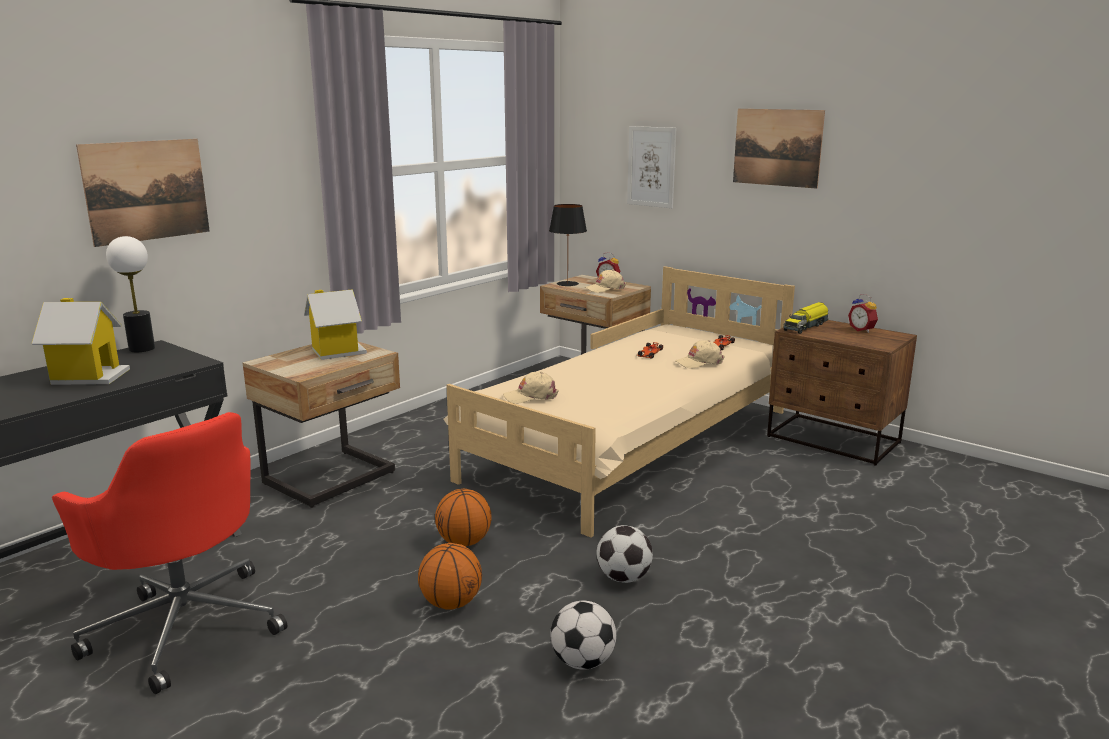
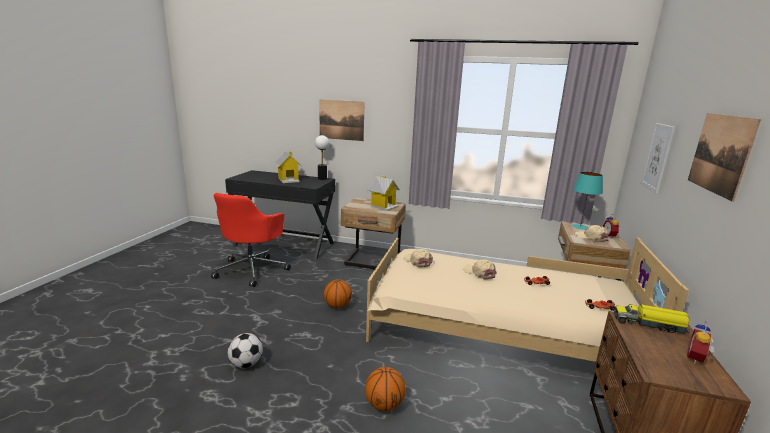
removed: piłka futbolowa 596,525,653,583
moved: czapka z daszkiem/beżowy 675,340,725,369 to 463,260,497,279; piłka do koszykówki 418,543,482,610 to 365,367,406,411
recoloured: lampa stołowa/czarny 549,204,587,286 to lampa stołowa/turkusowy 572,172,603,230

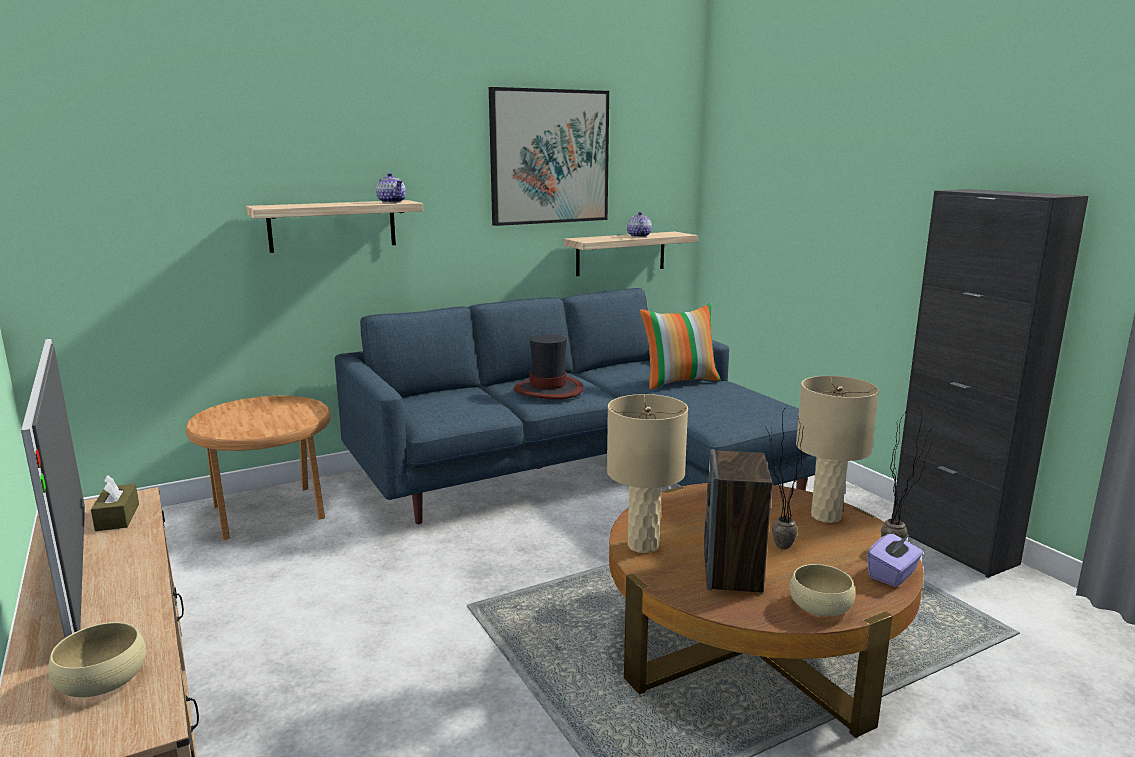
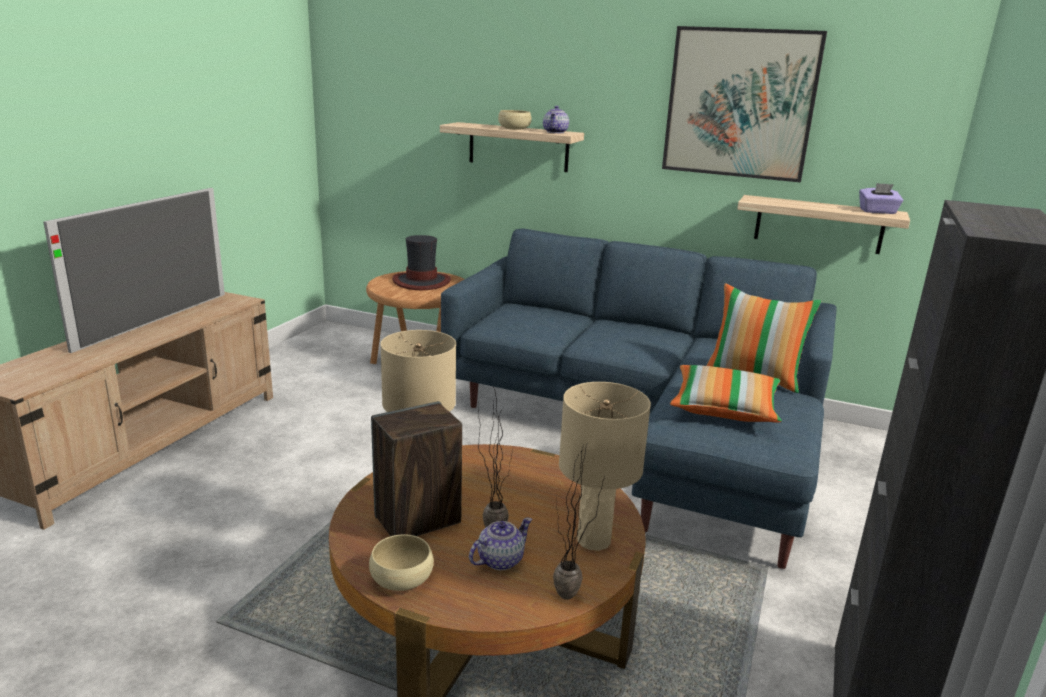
removed: pudełko chusteczek/brązowy 91,475,139,531
added: poduszka 670,365,782,423
moved: imbryk 627,212,652,237 to 469,517,532,570; kapelusz 514,334,584,399 to 392,235,451,290; pudełko chusteczek/fioletowy 867,534,923,587 to 859,183,903,214; miska/beżowy 48,622,146,697 to 498,110,532,130

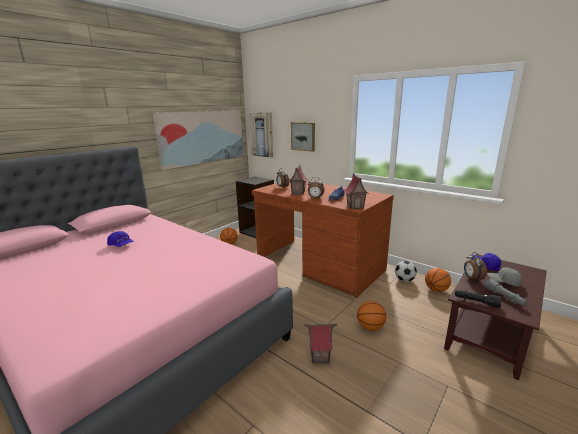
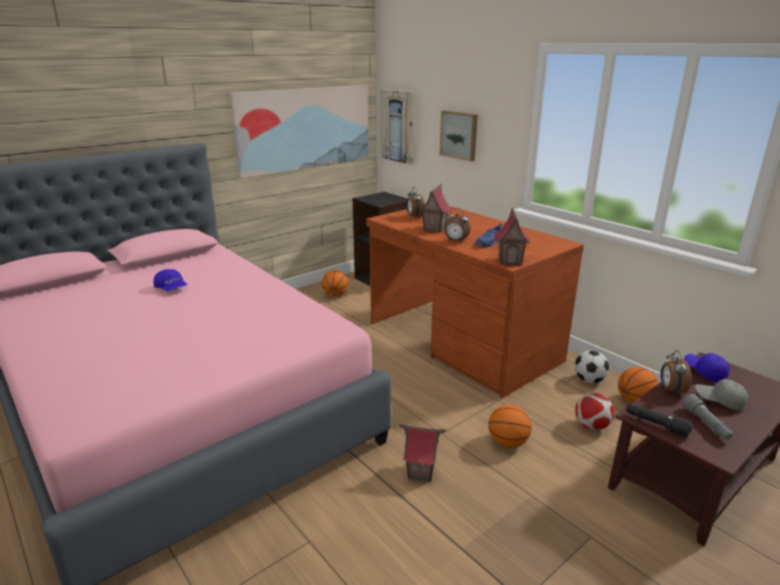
added: piłka futbolowa 575,393,614,430

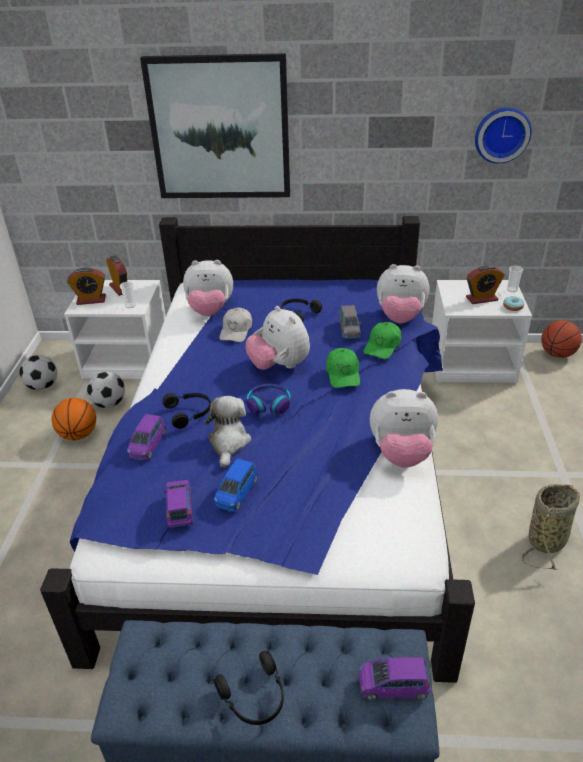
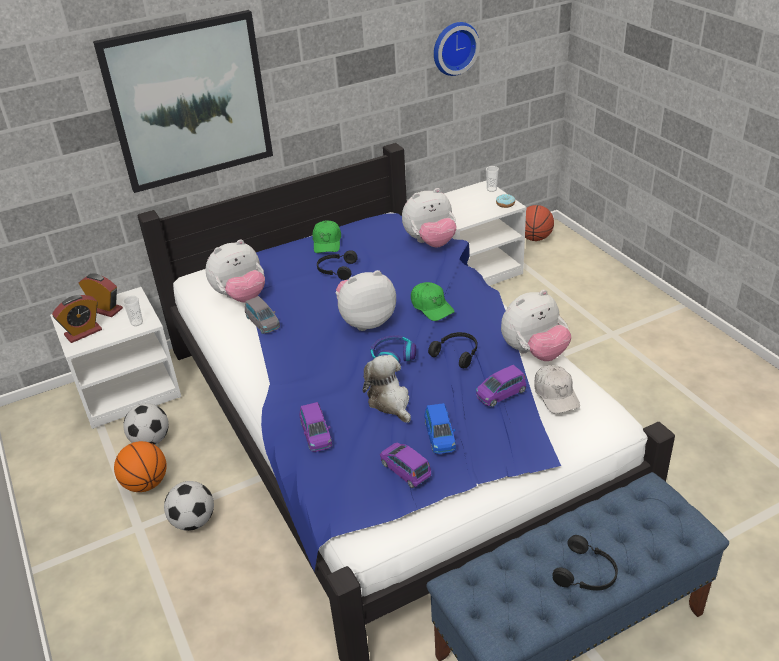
removed: budzik 466,265,505,304; koszyk 522,484,580,570
moved: samochodzik/szary 339,305,361,339 to 245,296,280,334; czapka z daszkiem/biały 219,308,252,342 to 534,365,580,414; czapka z daszkiem/zielony 363,322,401,359 to 312,220,341,253; piłka futbolowa 20,355,57,390 to 164,481,214,531; słuchawki/czarny 163,393,211,429 to 428,332,477,368; samochodzik/fioletowy 359,657,430,700 to 476,365,526,407
turned: pluszak 246,306,310,370 = 336,270,396,331 135 degrees clockwise

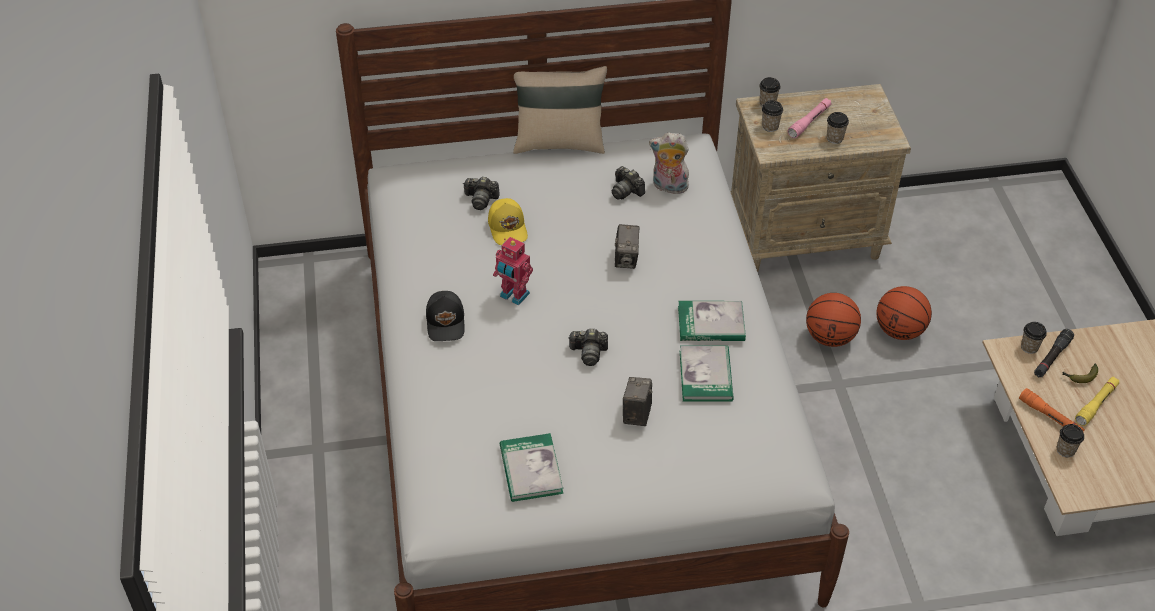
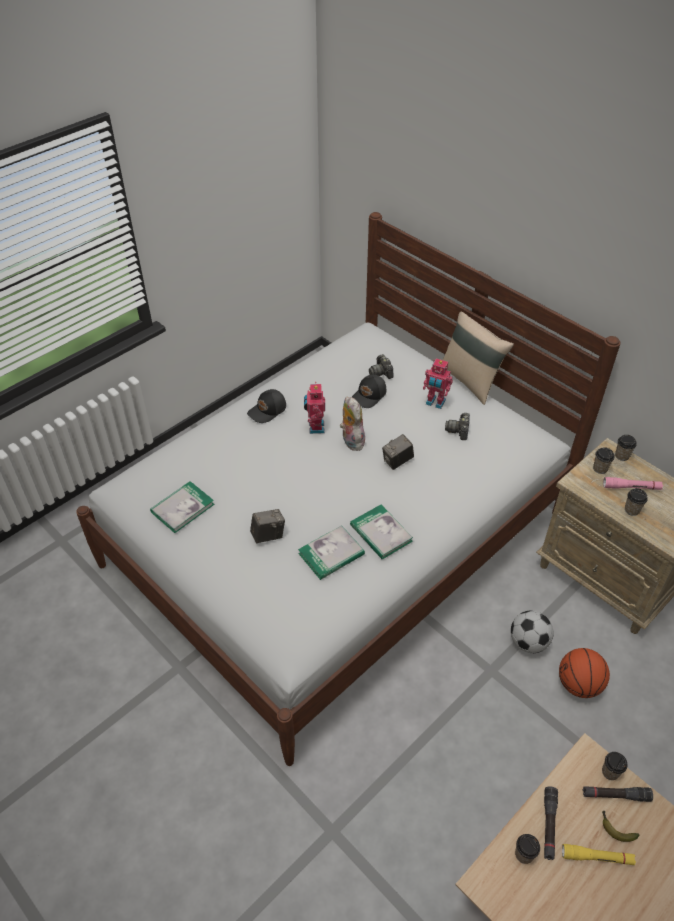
removed: aparat fotograficzny 568,329,608,366
added: robot zabawkowy 423,358,453,409
moved: pluszak 649,133,691,194 to 340,396,365,451
replaced: piłka do koszykówki 806,293,861,347 to piłka futbolowa 511,611,553,653
recoloured: czapka z daszkiem/żółty 488,198,528,245 to czapka z daszkiem/czarny 352,374,386,408; latarka/pomarańczowy 1019,388,1085,431 to latarka/czarny 544,787,558,860

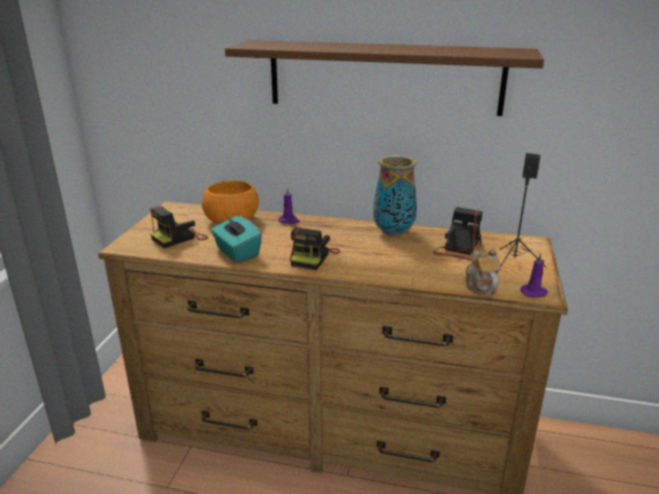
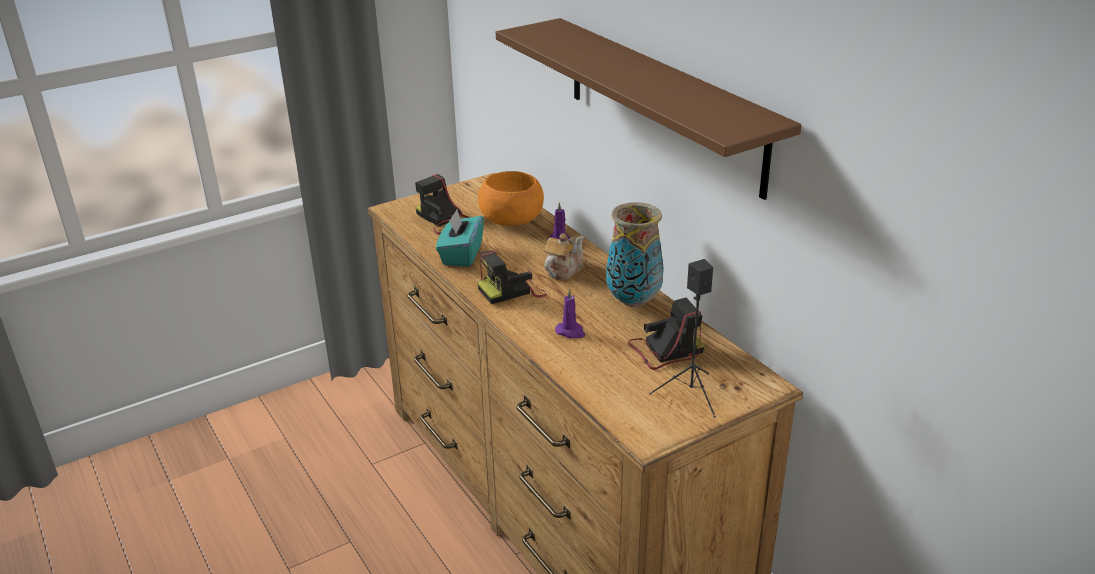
moved: imbryk 465,248,502,295 to 544,233,584,280; świeca/fioletowy 520,253,548,298 to 555,288,585,338
turned: aparat fotograficzny 150,206,208,248 = 415,174,470,234 45 degrees clockwise

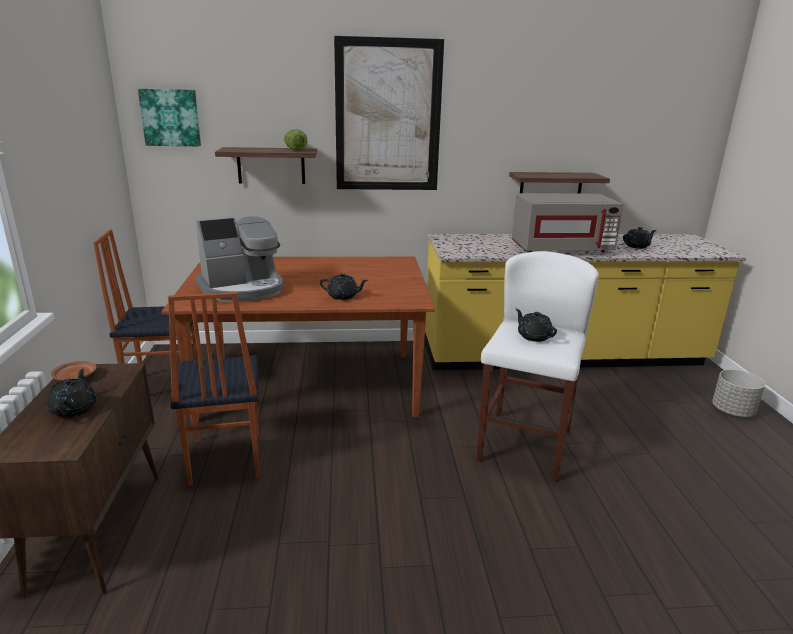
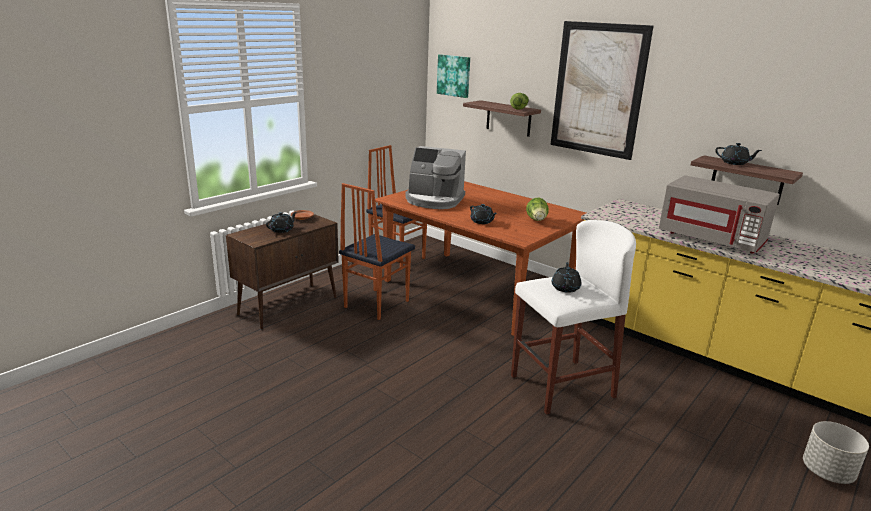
added: sałata 526,198,549,221
moved: imbryk/czarny 623,227,656,249 to 715,143,762,165

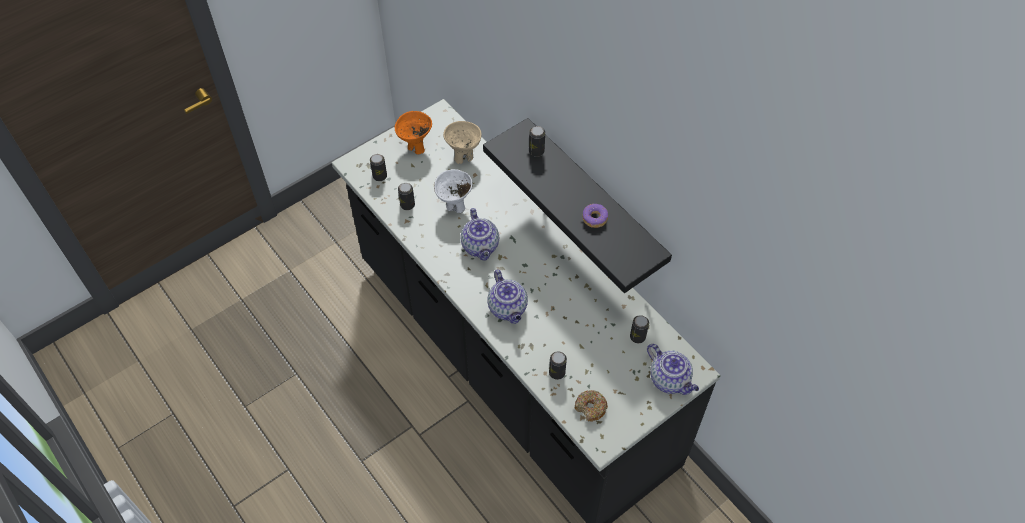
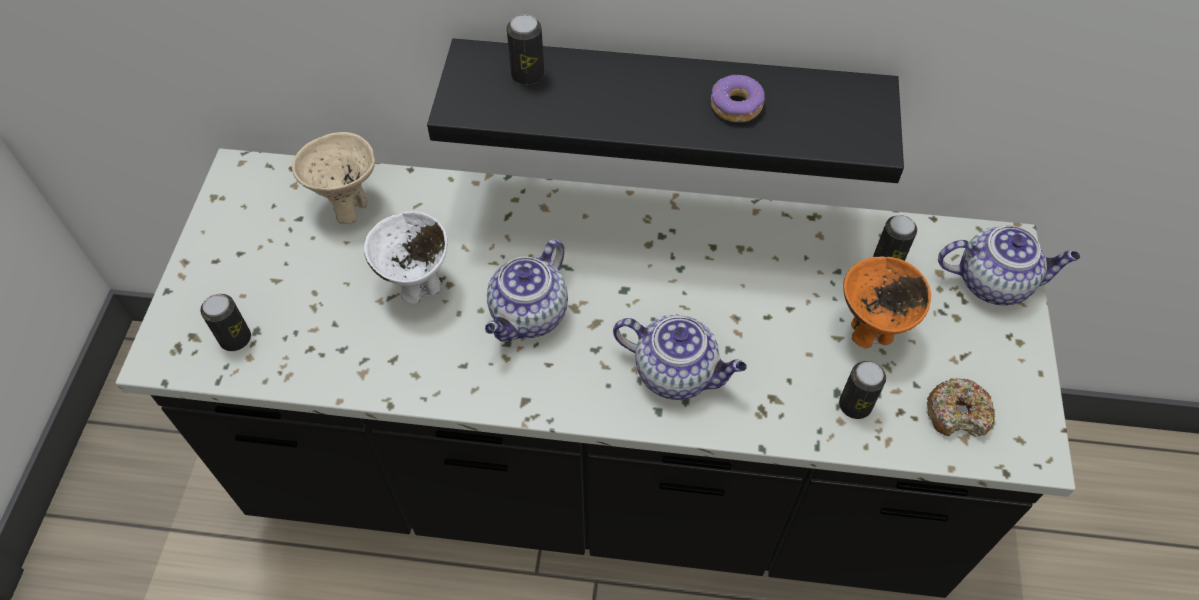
removed: puszka 398,183,415,210
moved: miska/pomarańczowy 395,111,432,155 to 843,257,931,349
turned: imbryk 460,208,499,261 = 485,239,568,342 90 degrees clockwise

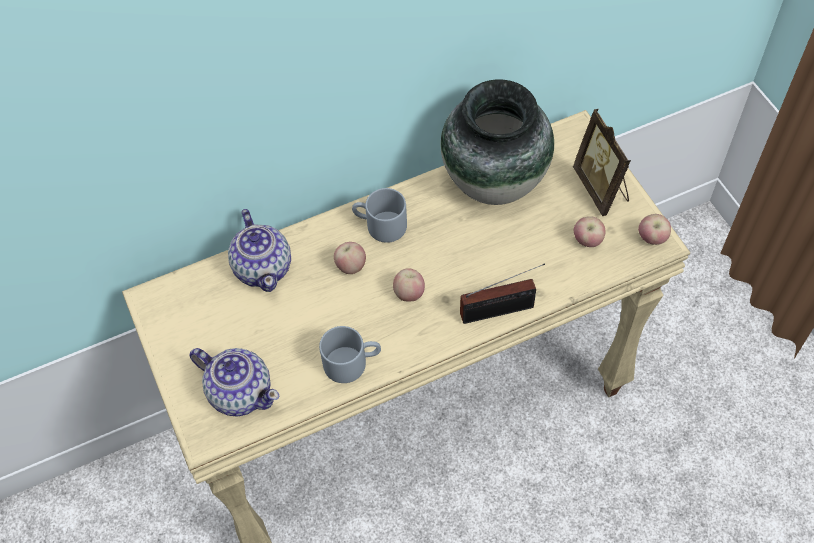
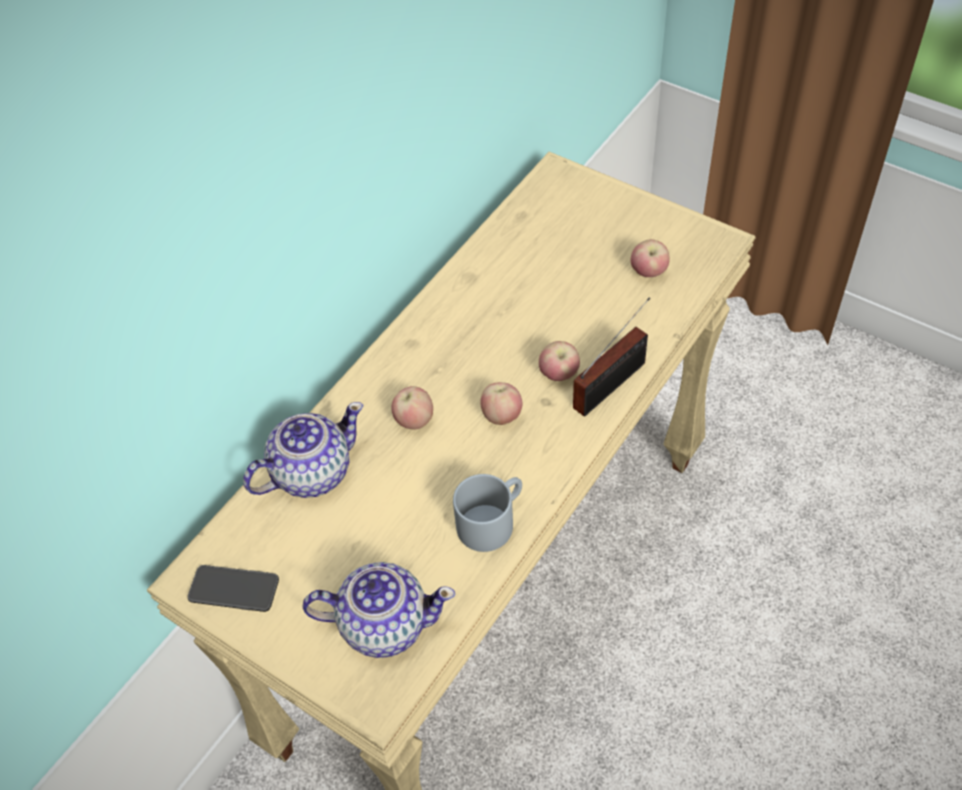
removed: wazon 440,79,554,205; ramka na zdjęcie 573,109,631,216; kubek/szary 352,188,407,243
added: telefon 188,565,279,612
moved: jabłko 638,214,671,245 to 539,341,580,381
turned: imbryk 228,209,291,292 = 243,402,363,498 75 degrees counterclockwise

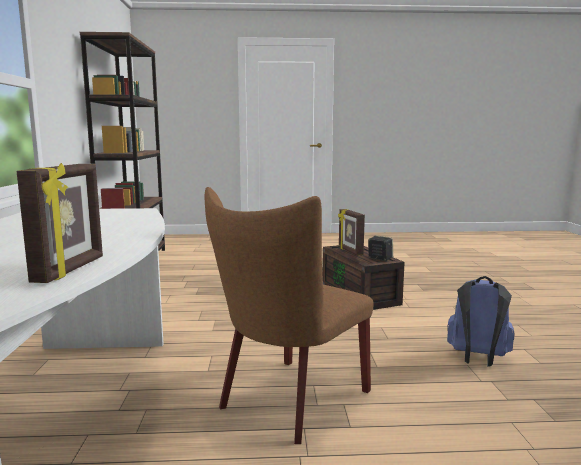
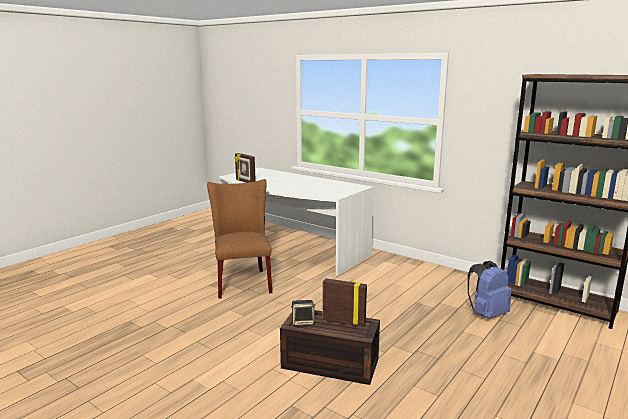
moved: plecak/niebieski 447,276,515,367 to 468,261,512,319

